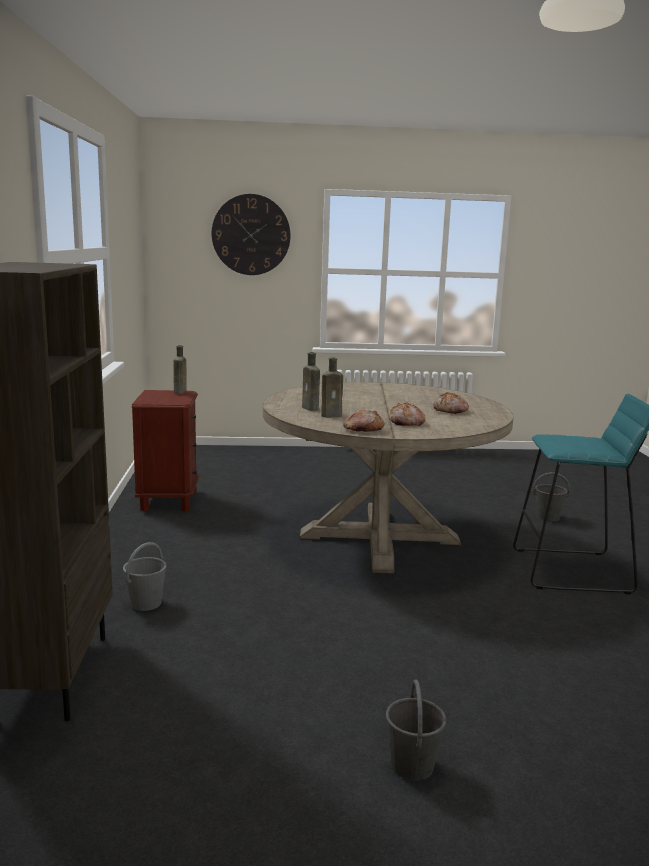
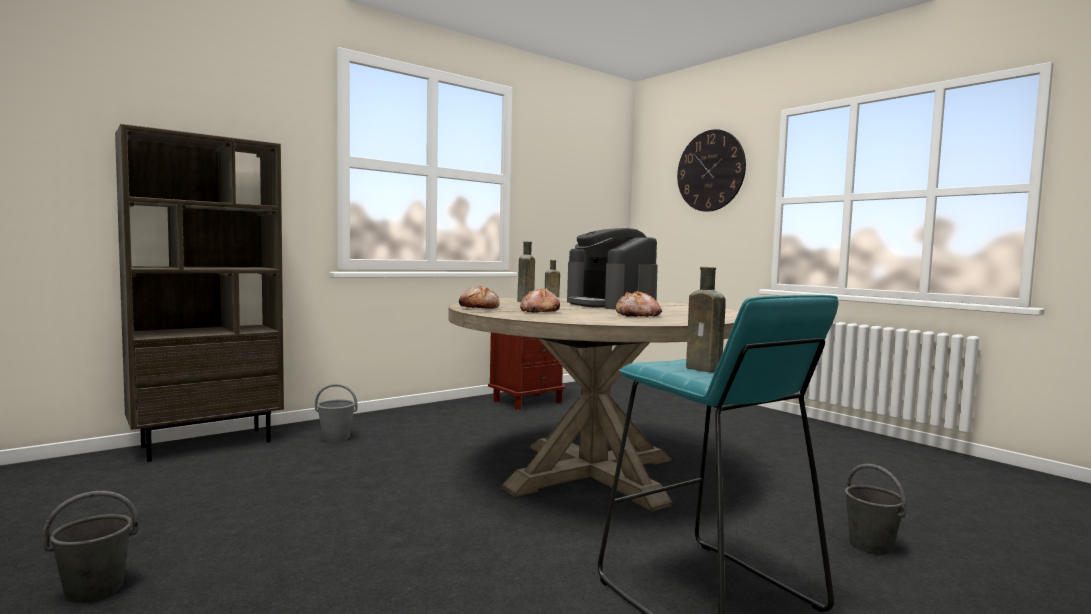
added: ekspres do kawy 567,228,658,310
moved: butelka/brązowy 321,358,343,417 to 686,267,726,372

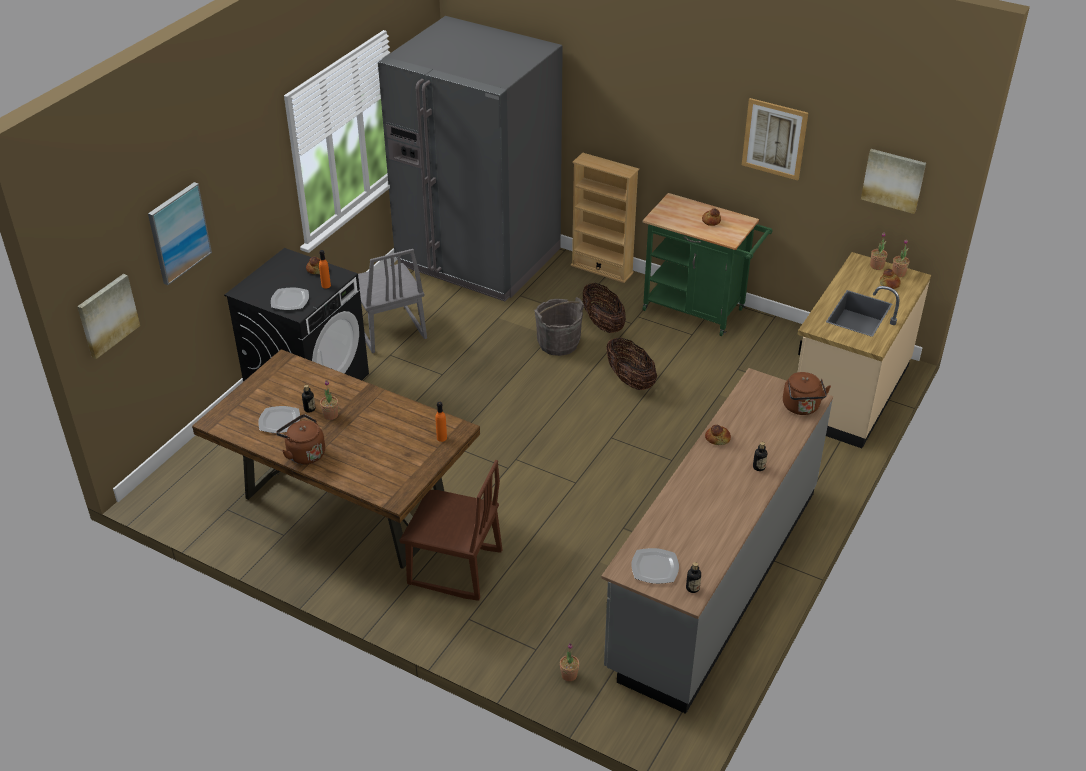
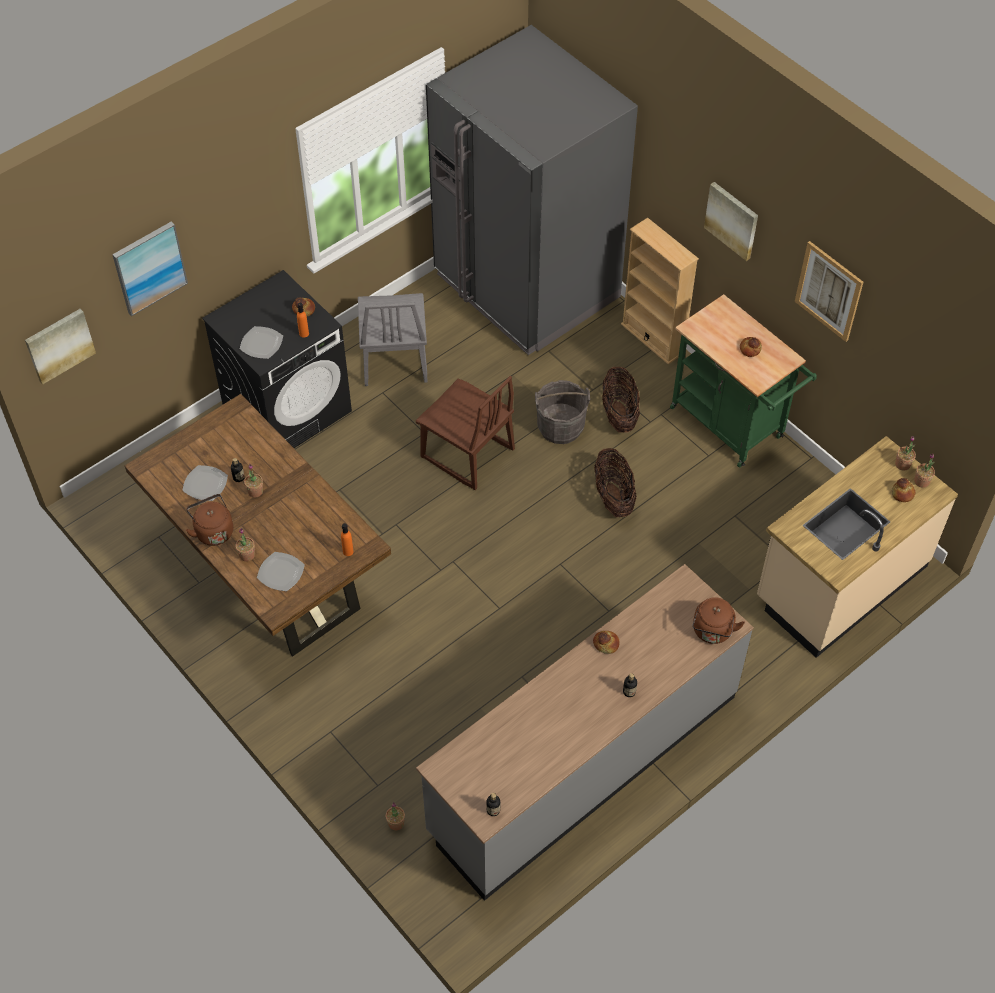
added: roślina doniczkowa 236,528,255,561
moved: obraz 861,149,926,214 to 704,182,758,261; krzesło/brązowy 399,460,502,601 to 415,376,515,490; talerz 631,548,679,584 to 257,552,305,591

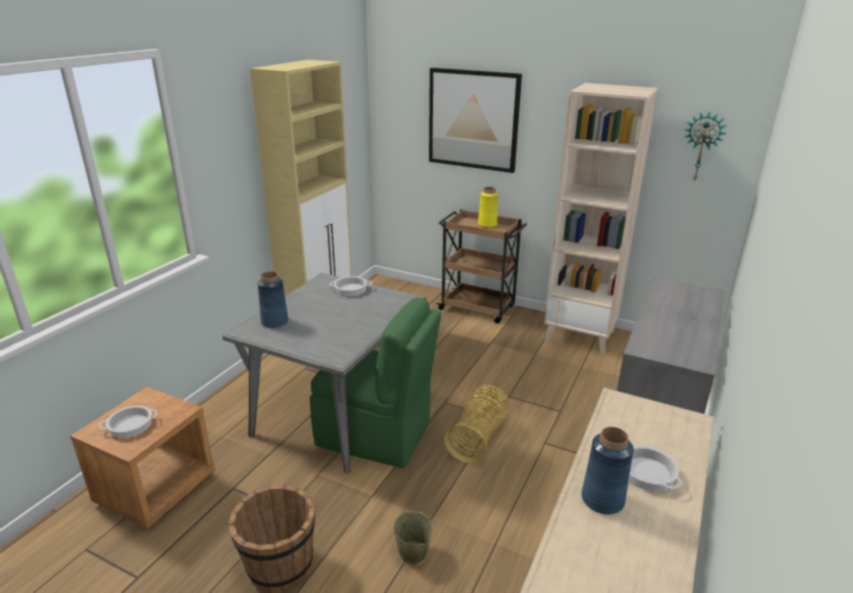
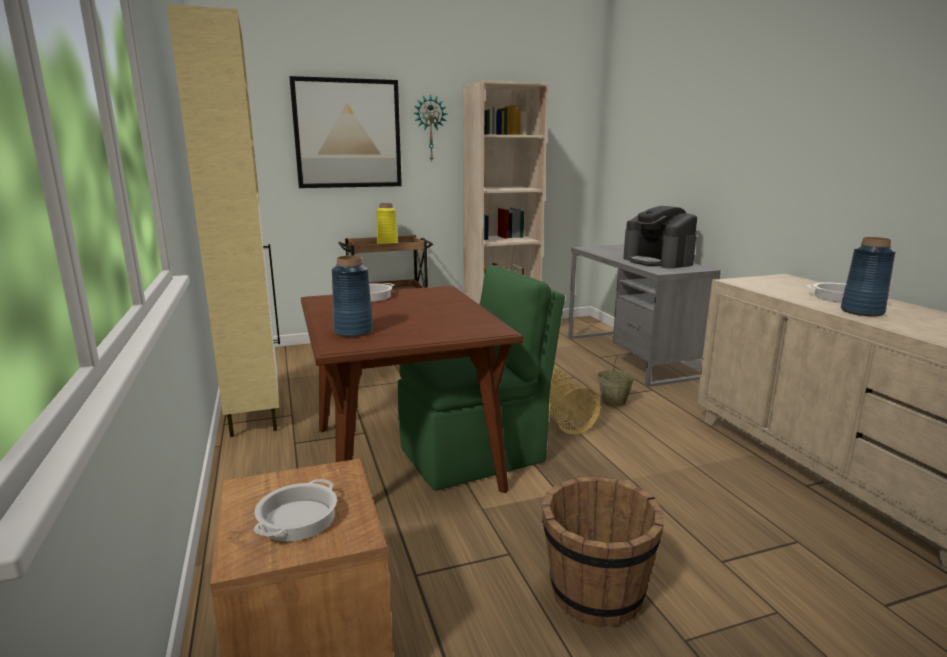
added: ekspres do kawy 623,206,697,269
moved: zegar ścienny 684,111,726,182 to 413,94,447,162; wiadro/beżowy 393,509,433,564 to 597,356,635,407
recoloured: stół jadalny/szary 222,273,426,474 to stół jadalny/brązowy 301,286,523,493

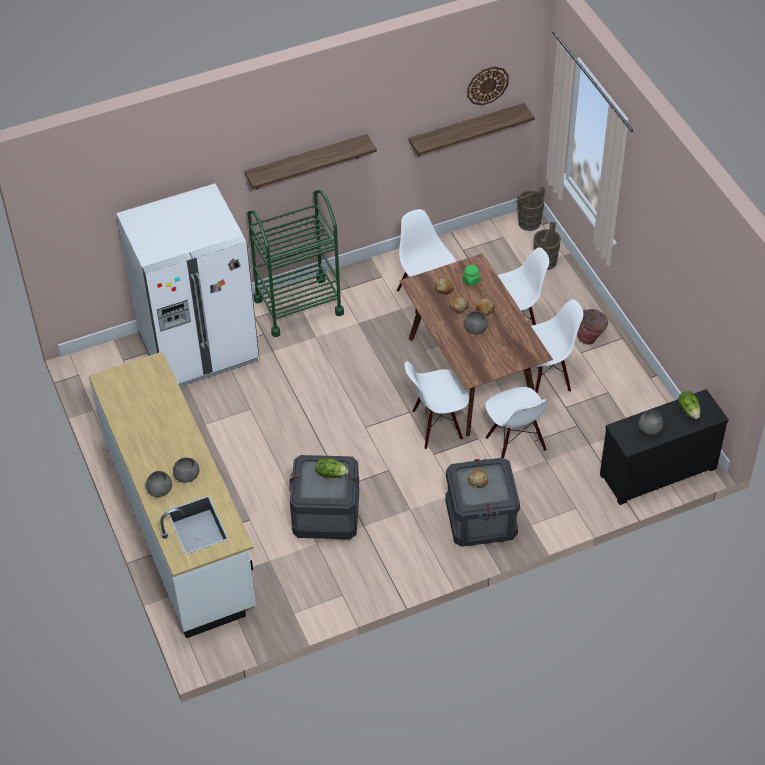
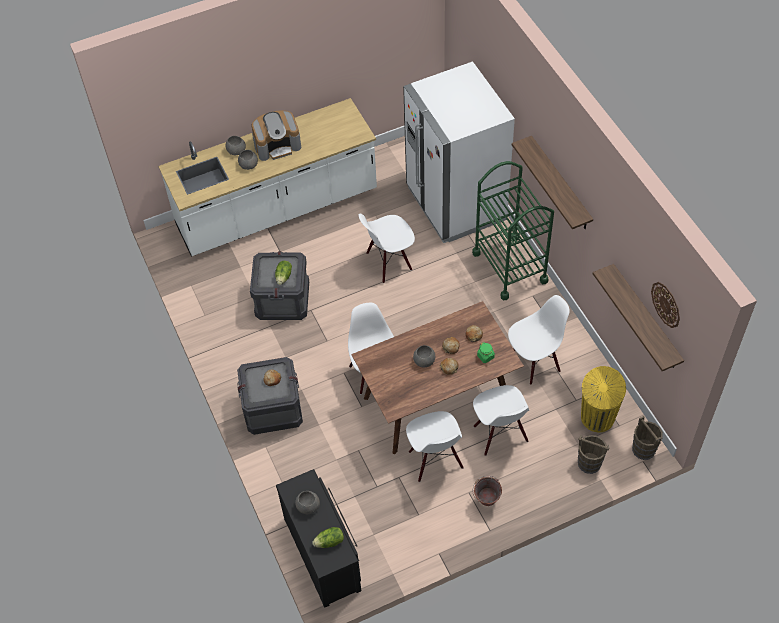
added: ekspres do kawy 251,110,301,161; kosz na śmieci/żółty 581,366,626,432
moved: krzesło/biały 485,387,547,458 to 359,214,415,283

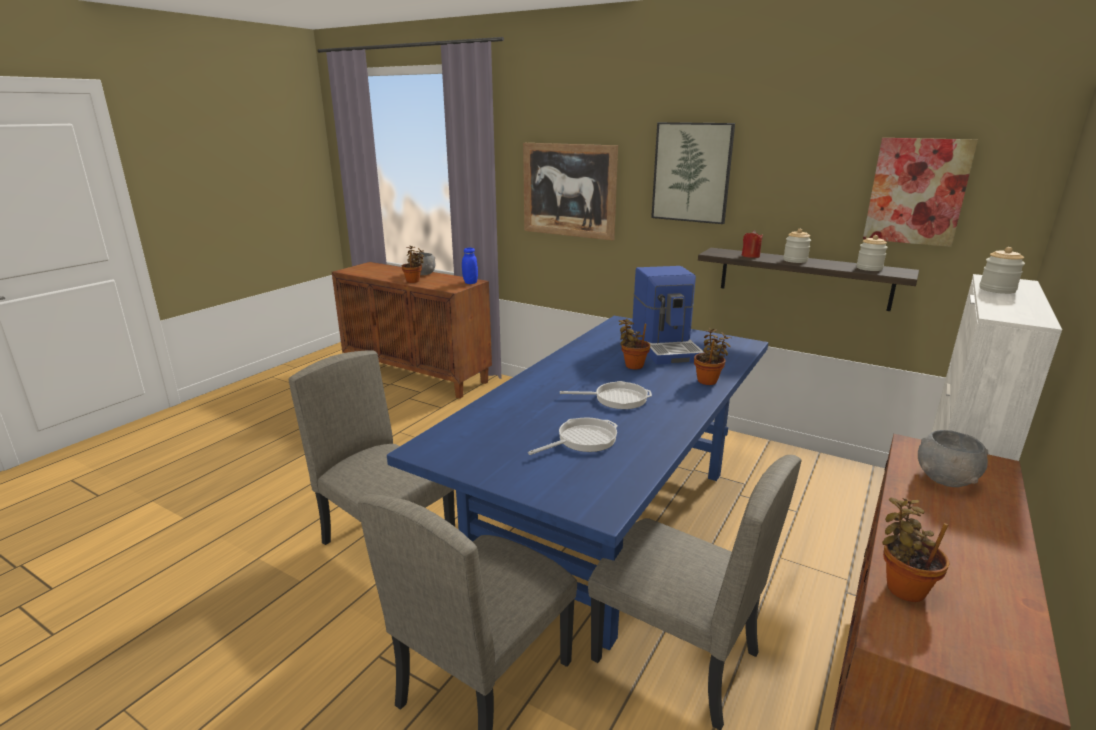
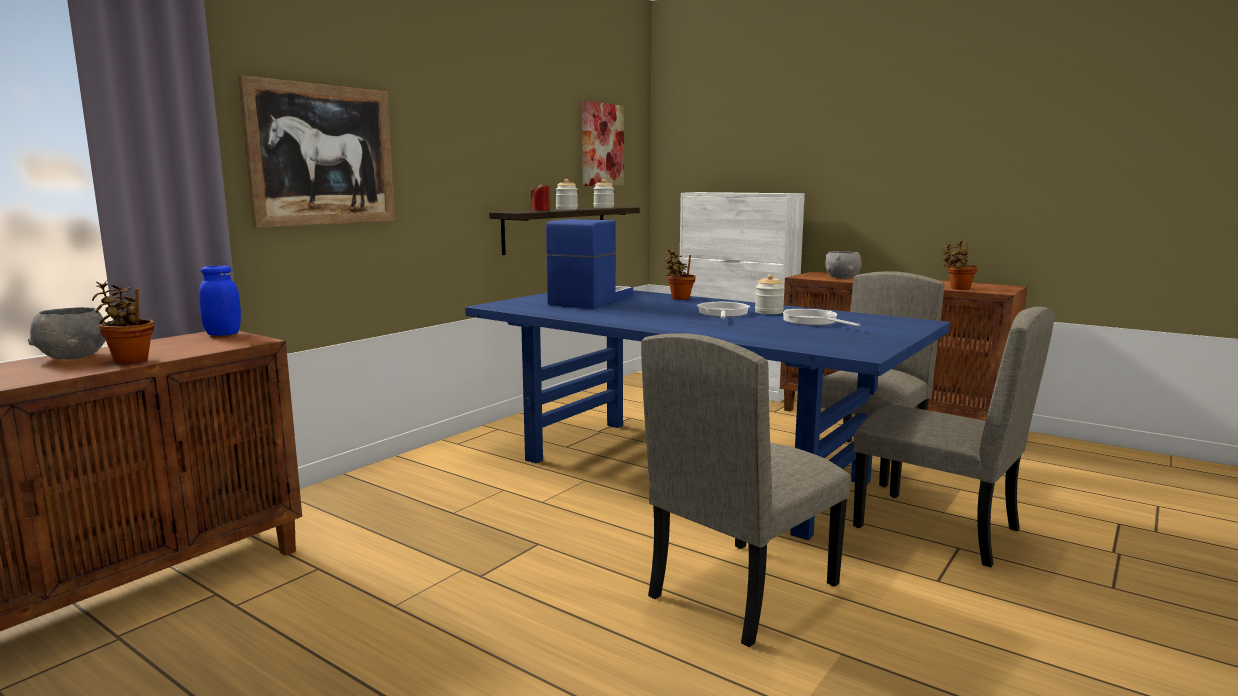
removed: obraz 651,122,735,224; roślina doniczkowa 619,318,650,369
moved: słoik 979,247,1025,294 to 755,274,785,314
turned: ekspres do kawy 632,266,705,365 = 546,219,633,309 60 degrees counterclockwise

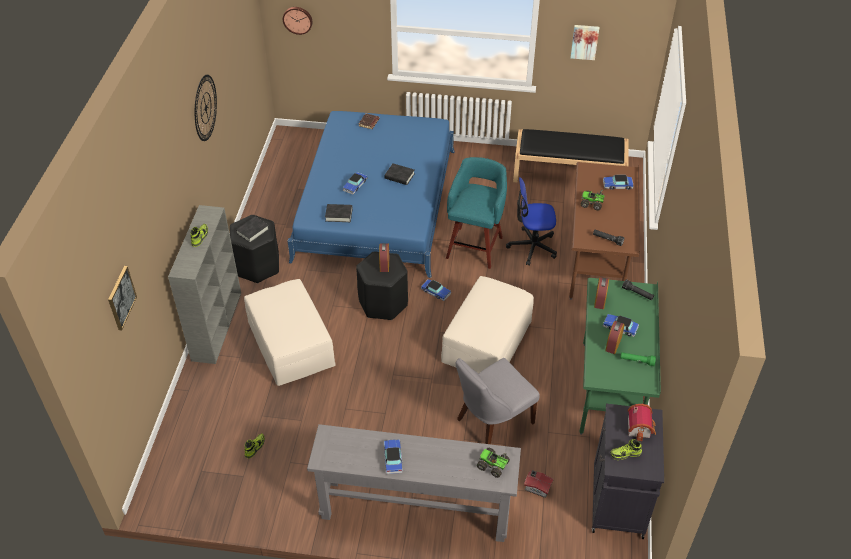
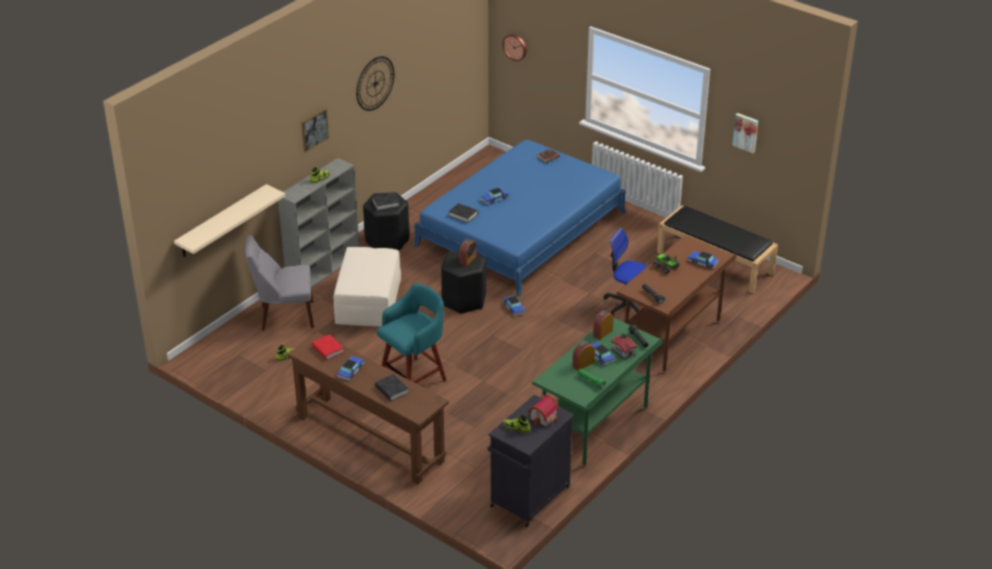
removed: pufa/beżowy 441,276,534,374; ciężarówka zabawkowa 477,448,510,478
added: półka/beżowy 174,184,285,257; książka/czerwony 312,334,344,360
moved: stołek/turkusowy 446,157,507,269 to 377,283,447,383; książka/czarny 385,163,414,185 to 375,374,409,401; obraz 108,266,137,330 to 301,108,329,152; krzesło/szary 456,358,540,444 to 245,235,314,331; domek 524,470,554,498 to 611,333,638,359
recoloured: stolik konsolowy/szary 307,424,521,542 to stolik konsolowy/brązowy 287,332,449,484

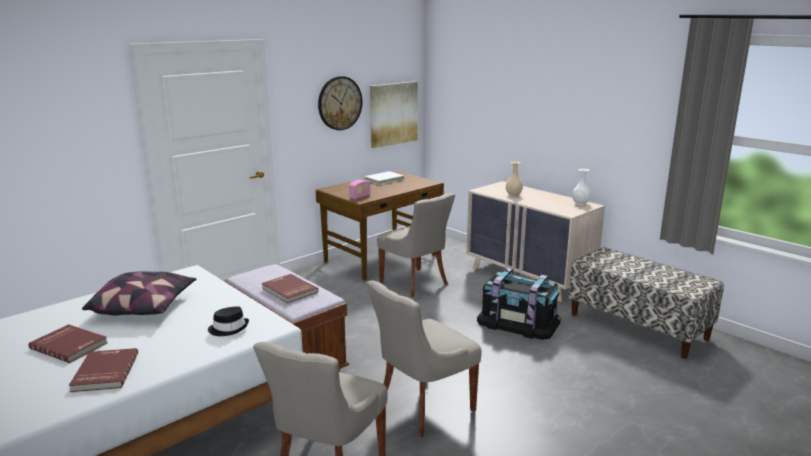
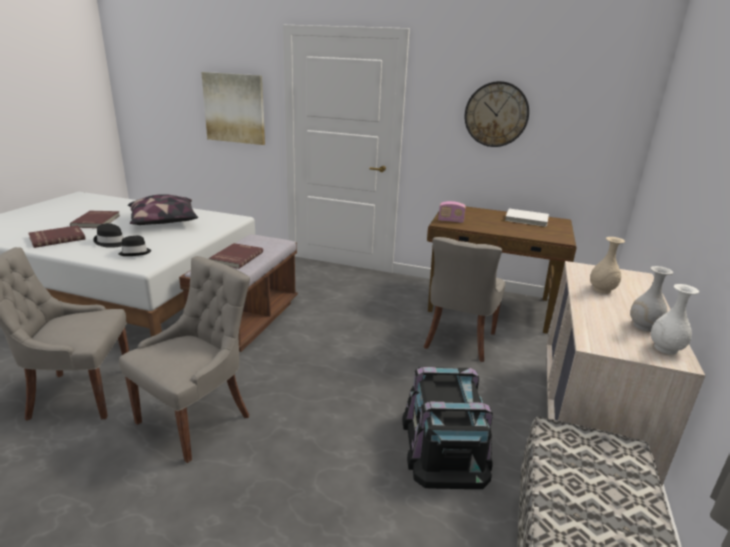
added: kapelusz/czarny 93,223,124,248; wazon/biały 630,266,673,332
moved: obraz 370,81,418,148 to 201,72,265,145
turned: krzesło/szary 366,280,482,437 = 119,256,250,463 105 degrees clockwise

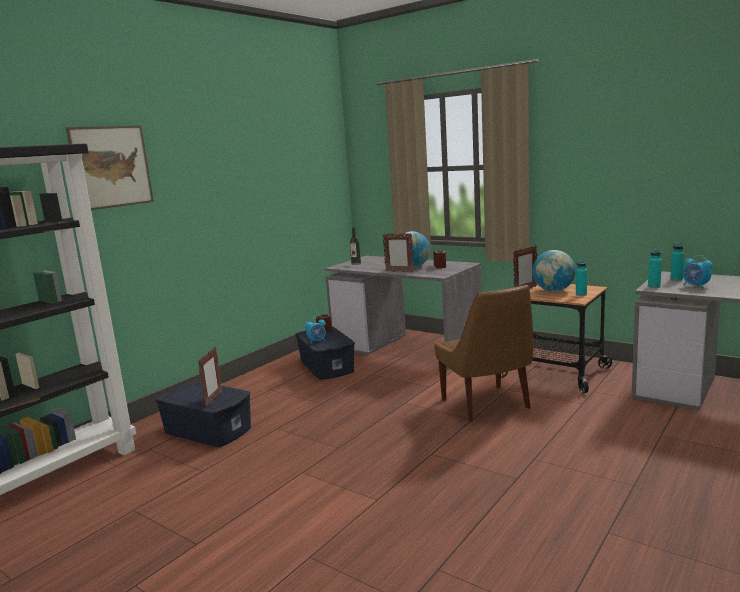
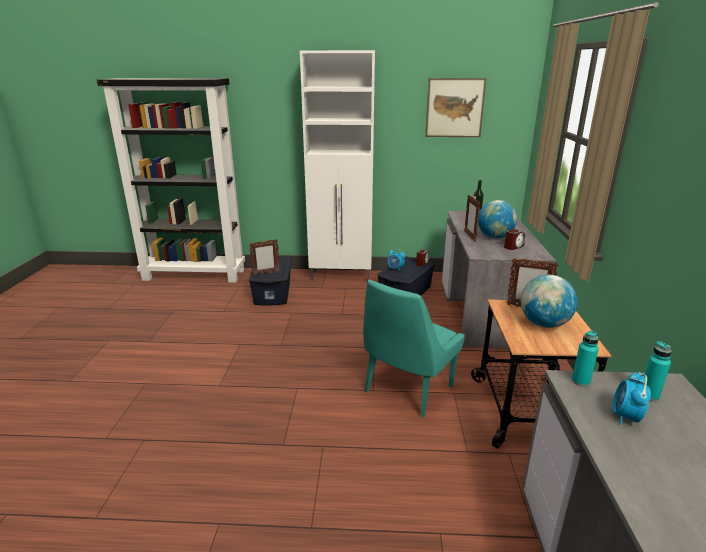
removed: butelka/turkusowy 576,260,587,296
added: szafka/biały 300,50,375,282
moved: obraz 66,126,154,210 to 425,78,486,137
recoloured: krzesło/brązowy 434,285,533,422 to krzesło/turkusowy 363,280,465,418

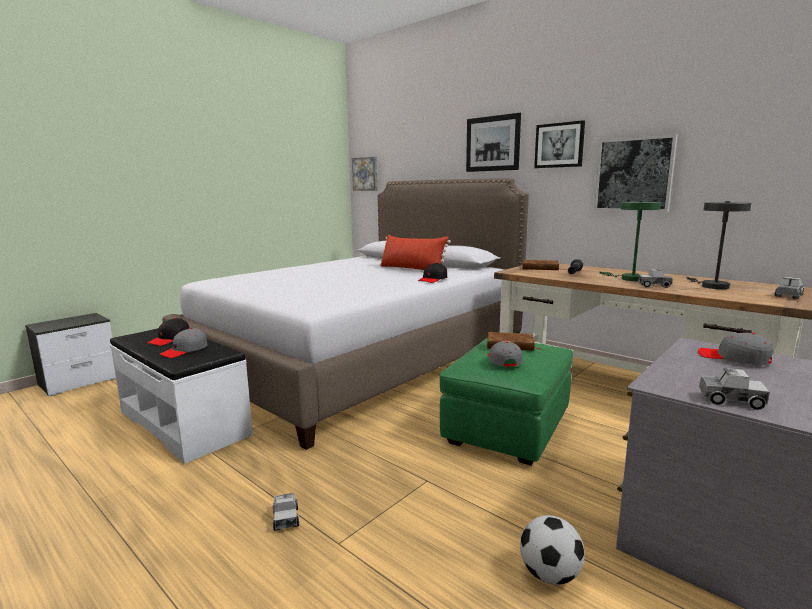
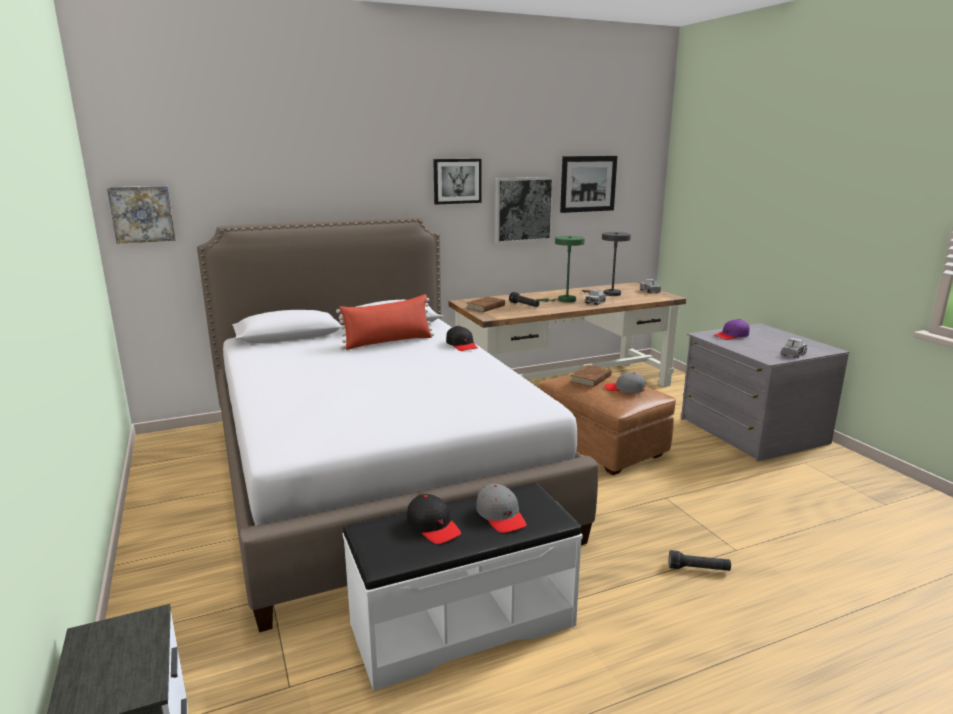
removed: piłka futbolowa 520,515,585,585
moved: obraz 466,113,521,172 to 560,156,617,213
replaced: ciężarówka zabawkowa 273,493,299,531 to latarka/czarny 669,550,731,571
recoloured: czapka z daszkiem/szary 698,333,774,365 to czapka z daszkiem/fioletowy 714,319,750,340; pufa/zielony 439,338,573,465 to pufa/brązowy 539,374,676,475

